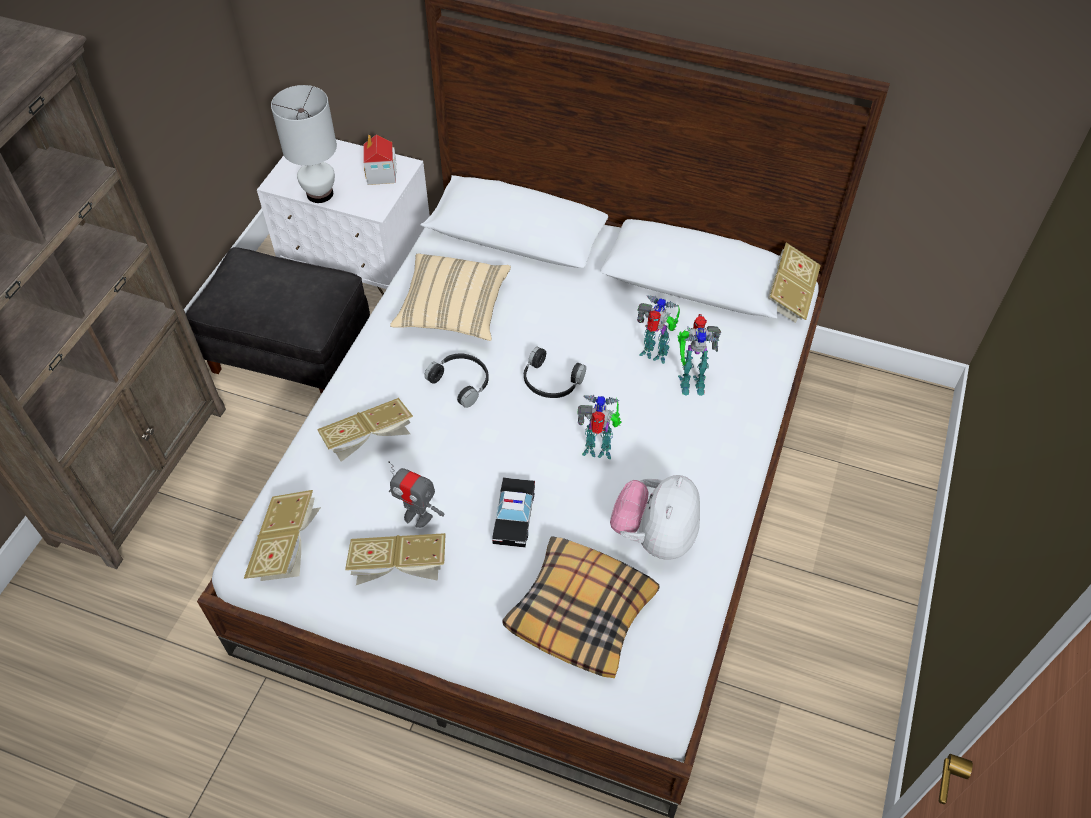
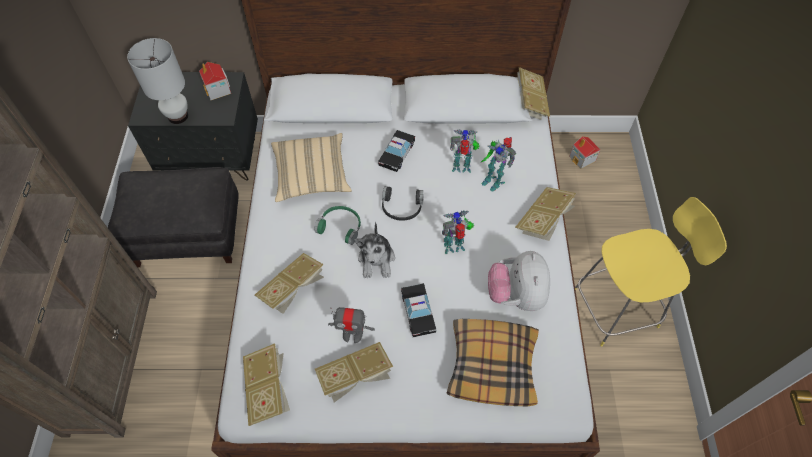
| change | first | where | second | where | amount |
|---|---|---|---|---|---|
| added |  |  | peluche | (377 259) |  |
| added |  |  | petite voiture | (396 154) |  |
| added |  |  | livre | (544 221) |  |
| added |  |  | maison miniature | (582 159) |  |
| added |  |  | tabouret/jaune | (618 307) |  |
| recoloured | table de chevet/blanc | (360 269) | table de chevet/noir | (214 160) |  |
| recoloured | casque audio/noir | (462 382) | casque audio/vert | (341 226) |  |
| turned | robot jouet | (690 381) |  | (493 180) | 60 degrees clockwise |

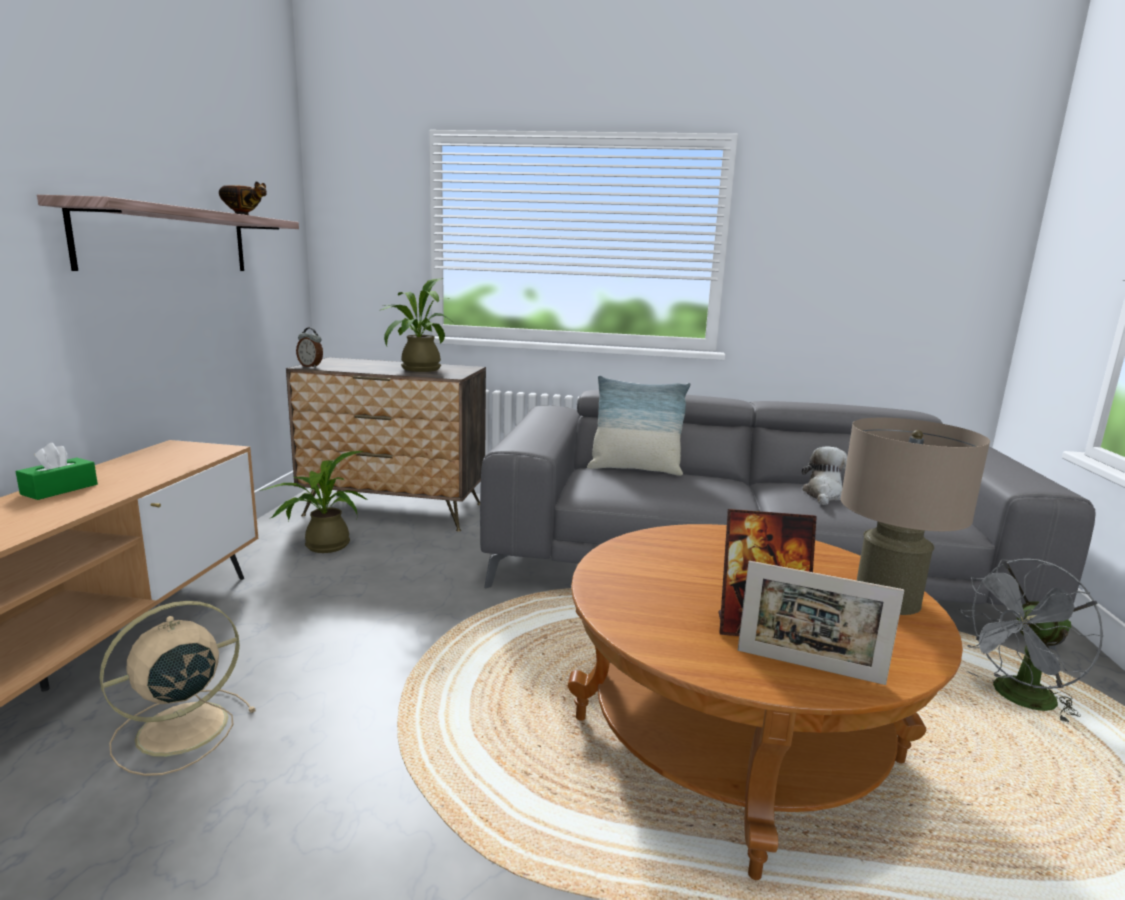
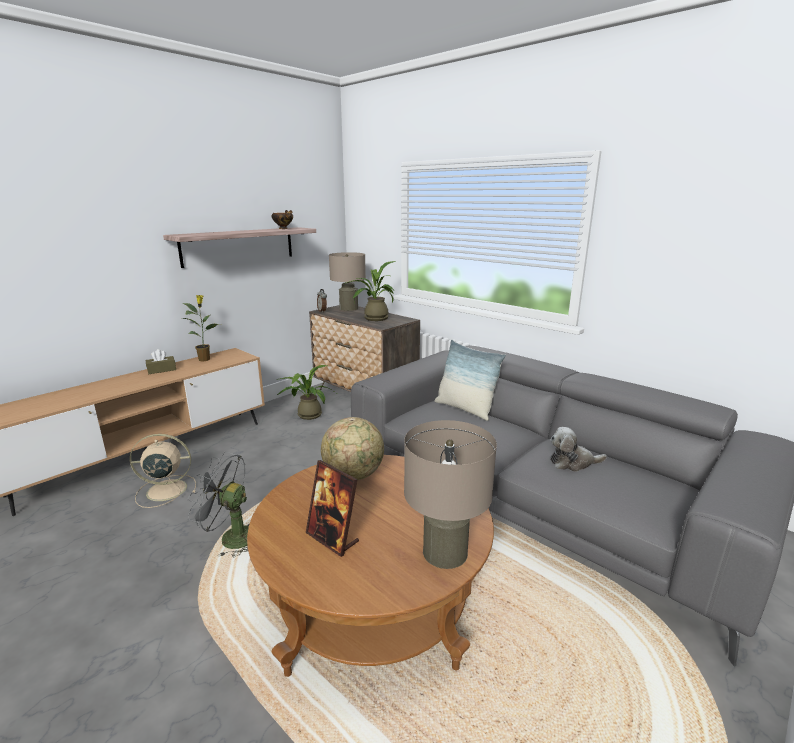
| change | first | where | second | where | amount |
|---|---|---|---|---|---|
| removed | cadre photo | (809 666) |  |  |  |
| added |  |  | plante en pot | (205 359) |  |
| added |  |  | globe | (354 475) |  |
| added |  |  | lampe de table/beige | (349 308) |  |
| moved | ventilateur/gris | (1017 699) |  | (230 537) |  |
| recoloured | boîte à mouchoirs/vert | (59 489) | boîte à mouchoirs/marron | (161 370) |  |
| turned | peluche | (824 495) |  | (572 462) | 150 degrees counterclockwise |

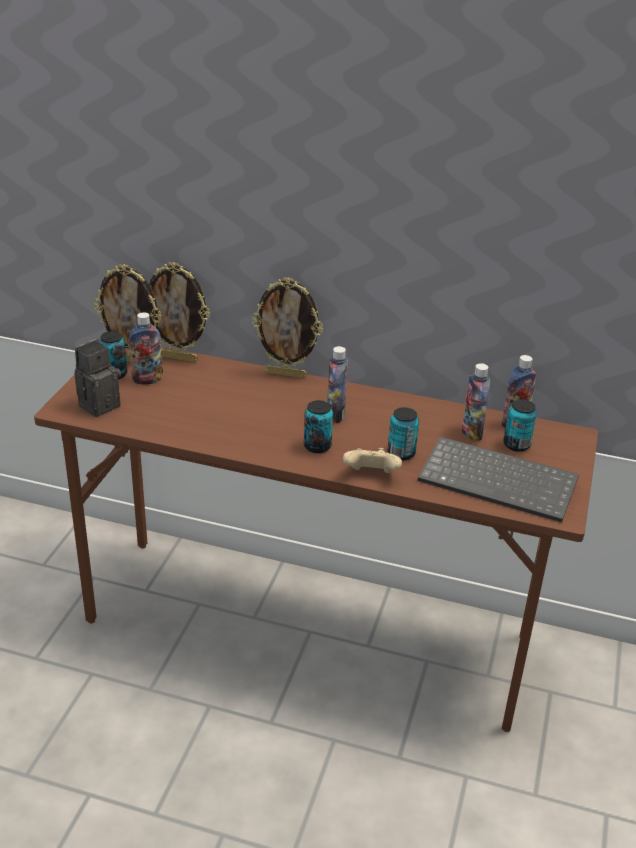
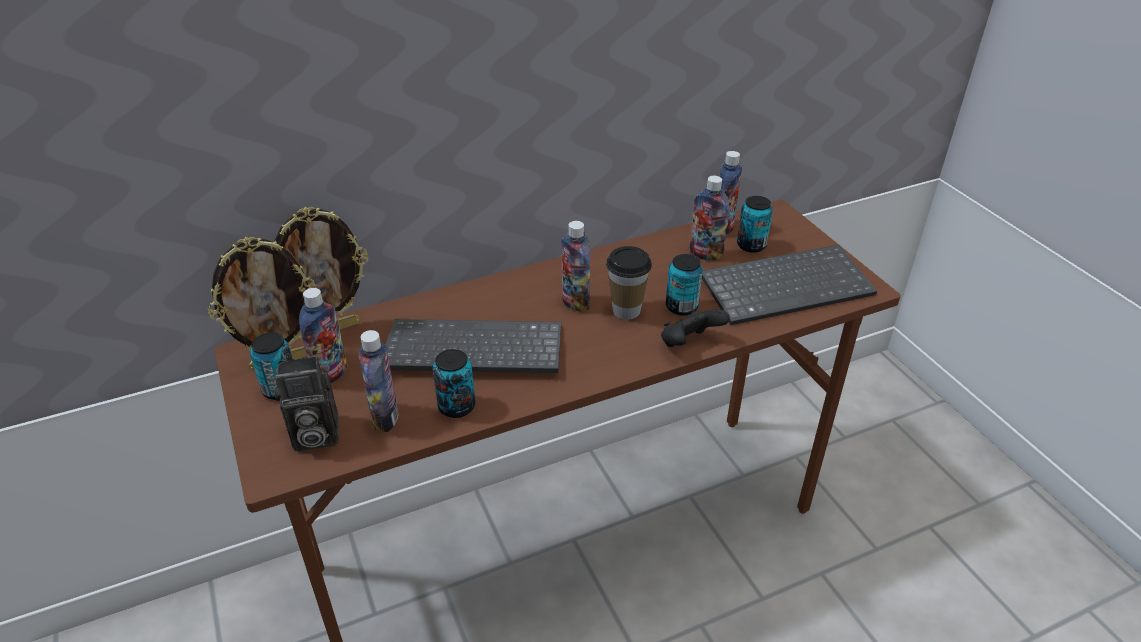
| change | first | where | second | where | amount |
|---|---|---|---|---|---|
| removed | cadre photo | (286 374) |  |  |  |
| added |  |  | bouteille | (385 418) |  |
| added |  |  | clavier | (470 352) |  |
| added |  |  | tasse | (626 310) |  |
| moved | boîte métallique | (317 446) |  | (456 406) |  |
| recoloured | manette/beige | (371 475) | manette/noir | (689 344) |  |
| turned | appareil photo | (99 404) |  | (313 436) | 105 degrees counterclockwise |

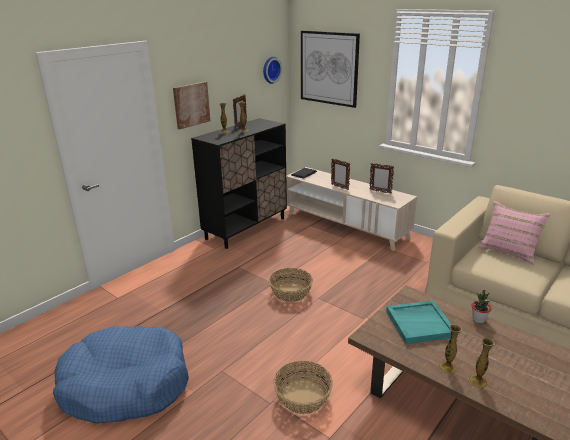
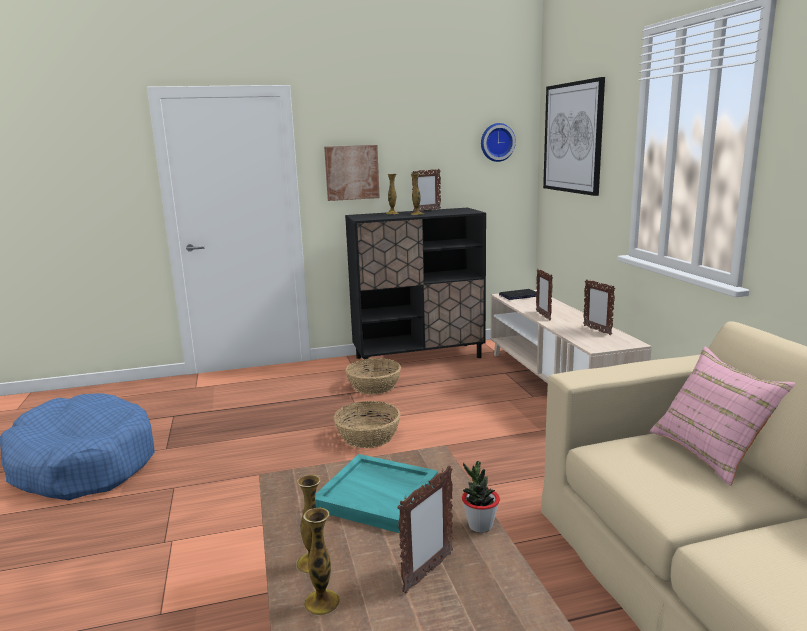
| change | first | where | second | where | amount |
|---|---|---|---|---|---|
| added |  |  | cadre photo | (427 573) |  |
| moved | panier | (302 397) |  | (373 386) |  |

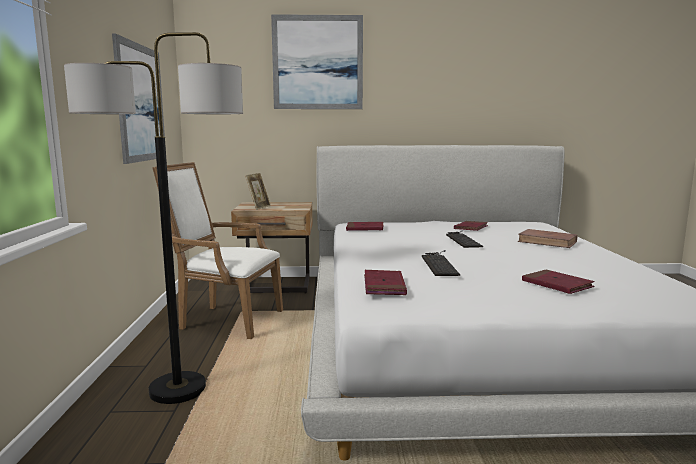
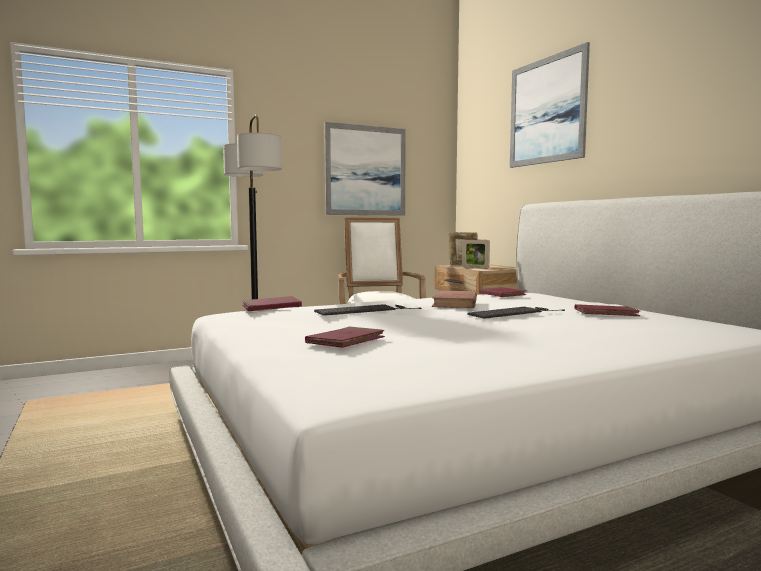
| change | first | where | second | where | amount |
|---|---|---|---|---|---|
| added |  |  | cadre photo | (475 268) |  |
| moved | livre/marron | (547 242) |  | (455 303) |  |

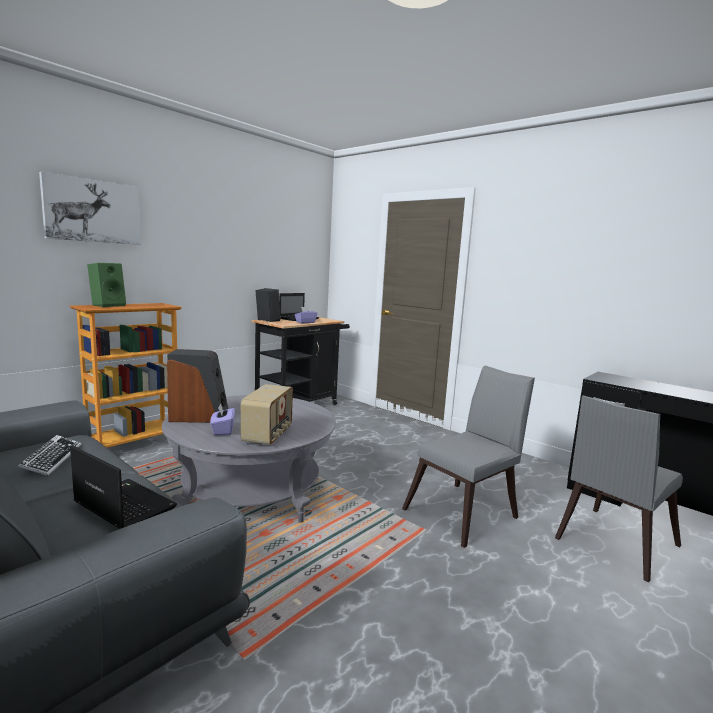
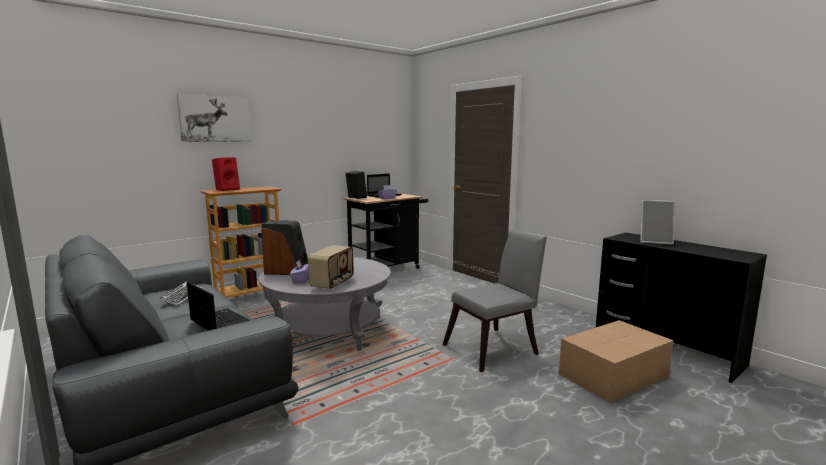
| change | first | where | second | where | amount |
|---|---|---|---|---|---|
| added |  |  | cadre photo | (655 241) |  |
| replaced | chaise/gris | (612 544) | carton | (612 375) |  |
| recoloured | enceinte/vert | (108 305) | enceinte/rouge | (227 189) |  |

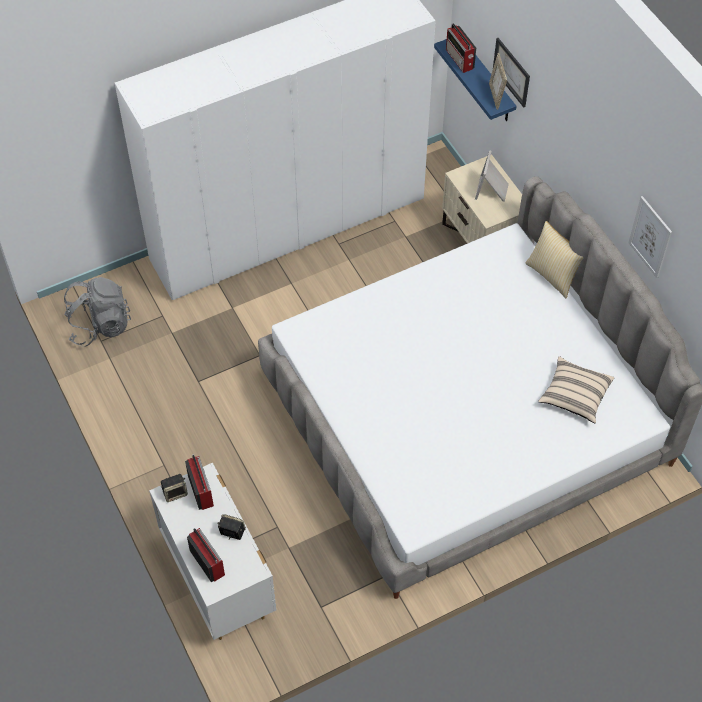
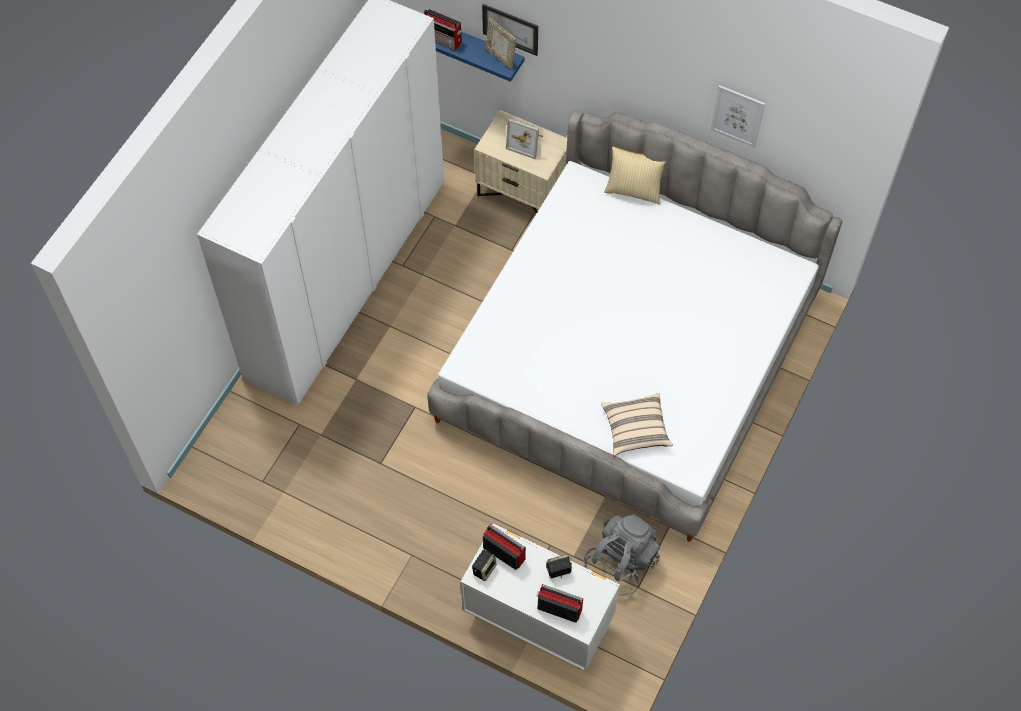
| change | first | where | second | where | amount |
|---|---|---|---|---|---|
| moved | sac à dos/gris | (99 325) |  | (621 562) |  |
| moved | coussin/beige | (575 396) |  | (635 429) |  |
| turned | cadre photo | (492 190) |  | (526 142) | 45 degrees counterclockwise |

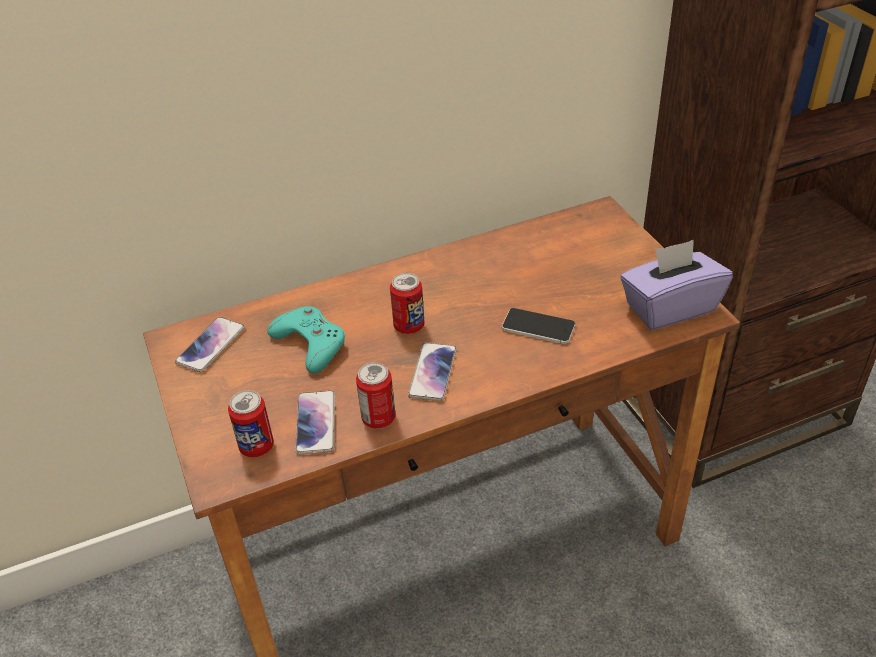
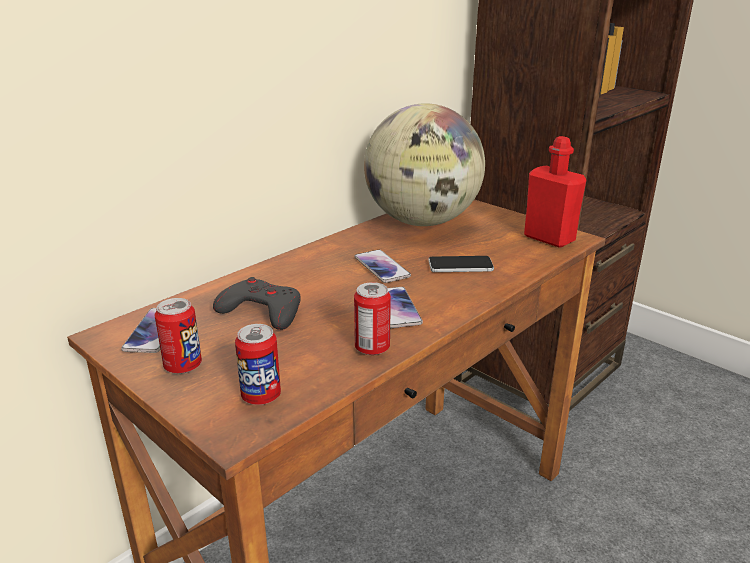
| change | first | where | second | where | amount |
|---|---|---|---|---|---|
| added |  |  | globe | (422 222) |  |
| moved | téléphone | (316 423) |  | (382 267) |  |
| moved | boîte métallique | (409 326) |  | (183 366) |  |
| replaced | boîte à mouchoirs/violet | (669 307) | bouteille/rouge | (549 238) |  |
| recoloured | manette/turquoise | (310 343) | manette/gris | (261 311) |  |

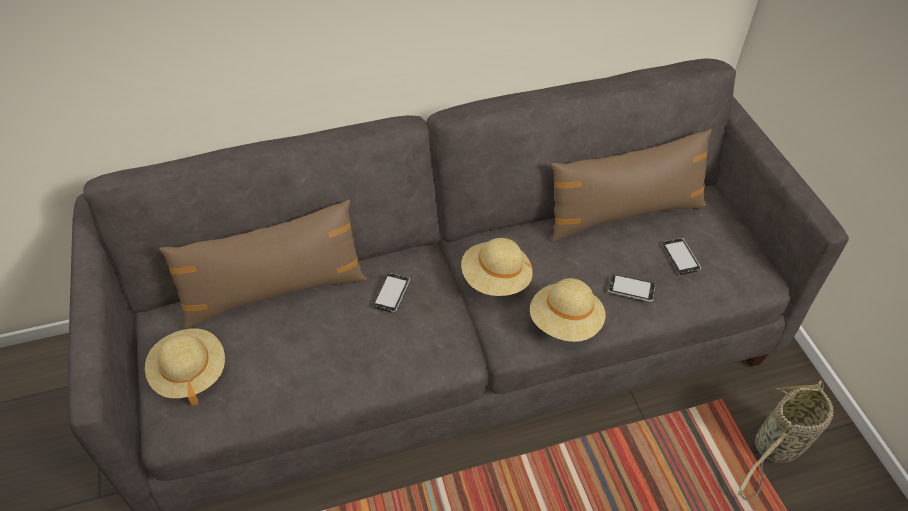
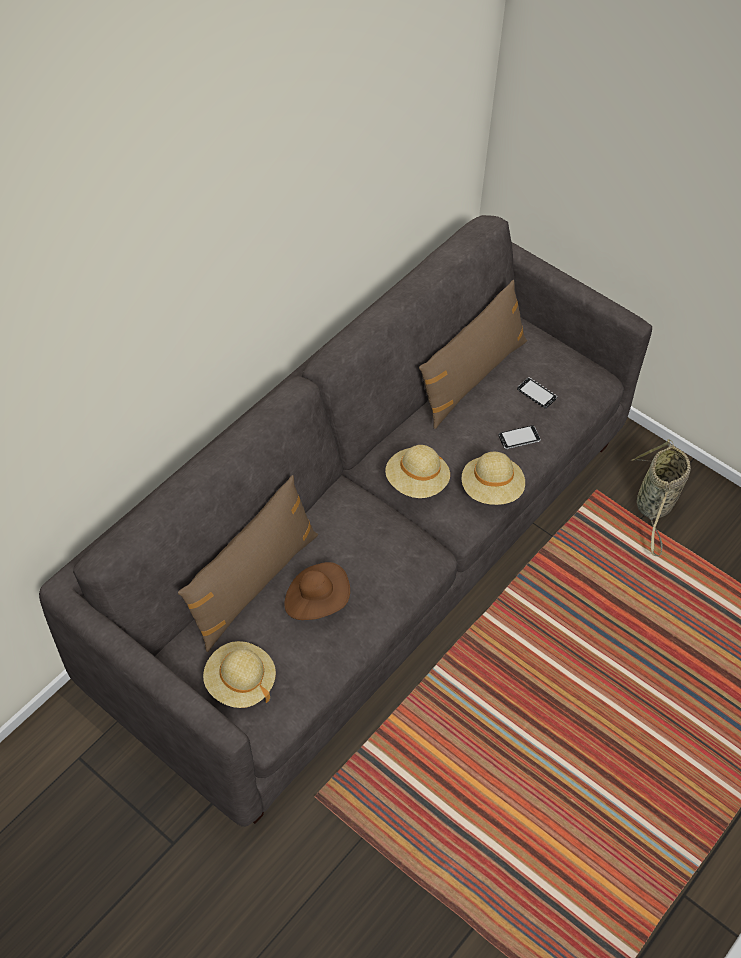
| change | first | where | second | where | amount |
|---|---|---|---|---|---|
| removed | téléphone | (392 293) |  |  |  |
| added |  |  | chapeau/marron | (317 600) |  |

